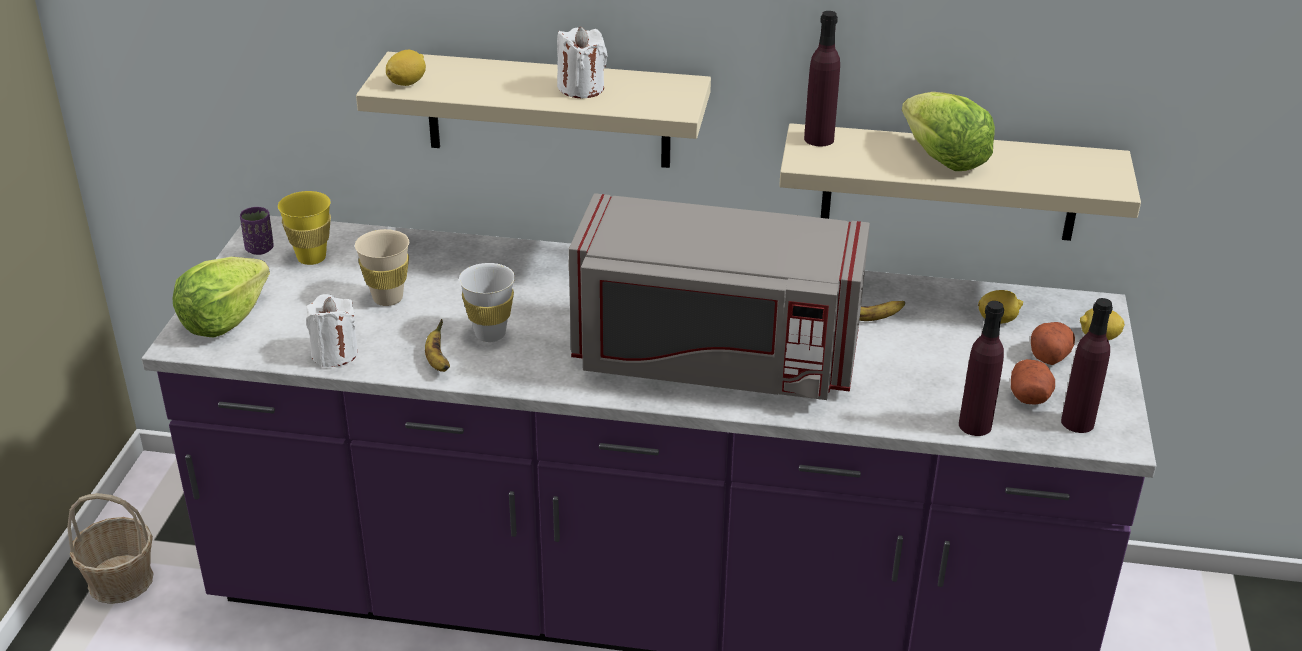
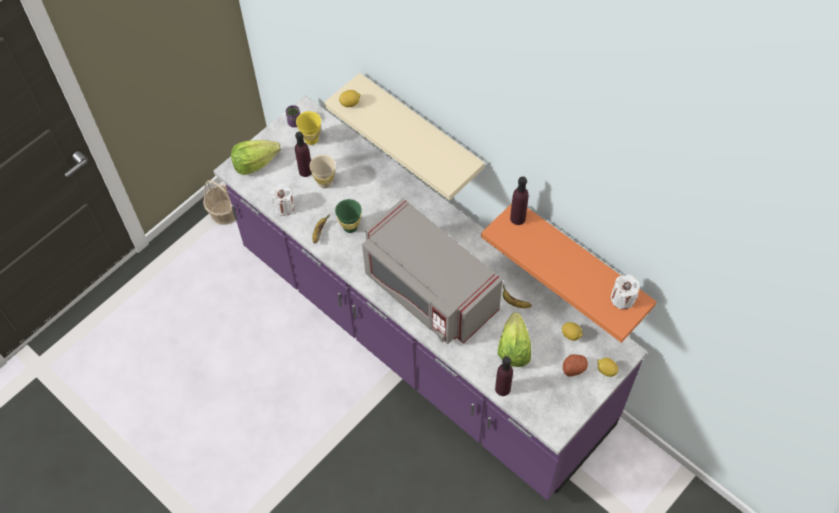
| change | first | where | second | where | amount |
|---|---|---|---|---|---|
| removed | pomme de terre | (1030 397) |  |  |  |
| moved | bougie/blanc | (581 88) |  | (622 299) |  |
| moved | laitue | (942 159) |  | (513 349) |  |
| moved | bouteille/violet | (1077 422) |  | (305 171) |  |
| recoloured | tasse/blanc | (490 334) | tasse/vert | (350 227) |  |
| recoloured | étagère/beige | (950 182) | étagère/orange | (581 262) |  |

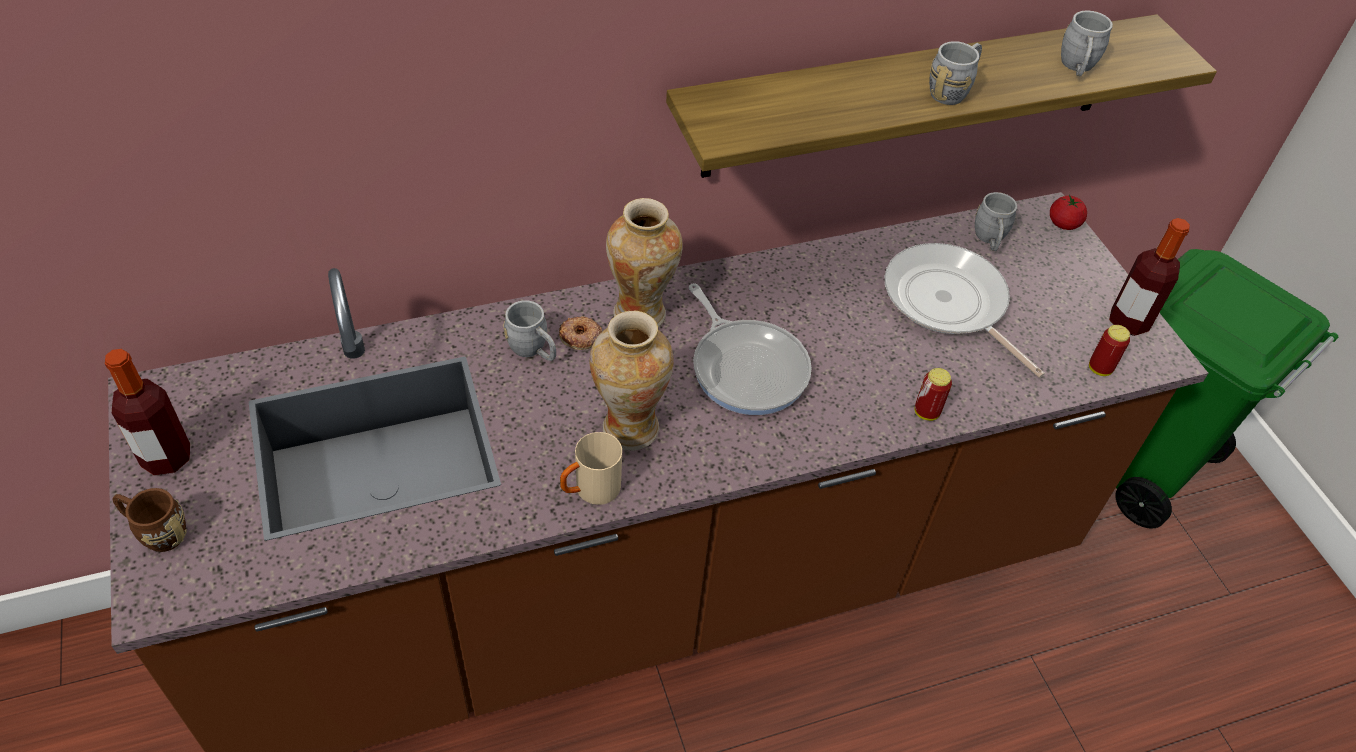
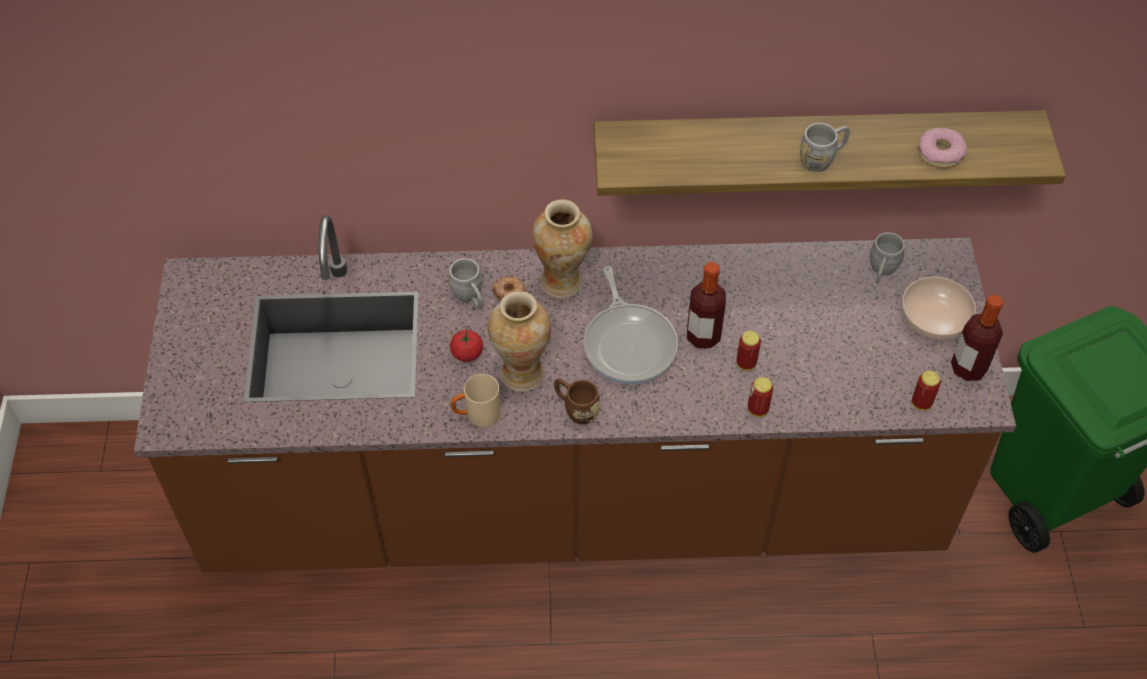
| change | first | where | second | where | amount |
|---|---|---|---|---|---|
| removed | poêle | (948 304) |  |  |  |
| added |  |  | boîte métallique | (746 363) |  |
| added |  |  | bol | (934 319) |  |
| moved | bouteille | (166 458) |  | (703 336) |  |
| moved | mug/marron | (156 532) |  | (575 409) |  |
| moved | tomate | (1063 224) |  | (467 353) |  |
| replaced | mug/gris | (1076 68) | beignet | (940 153) |  |

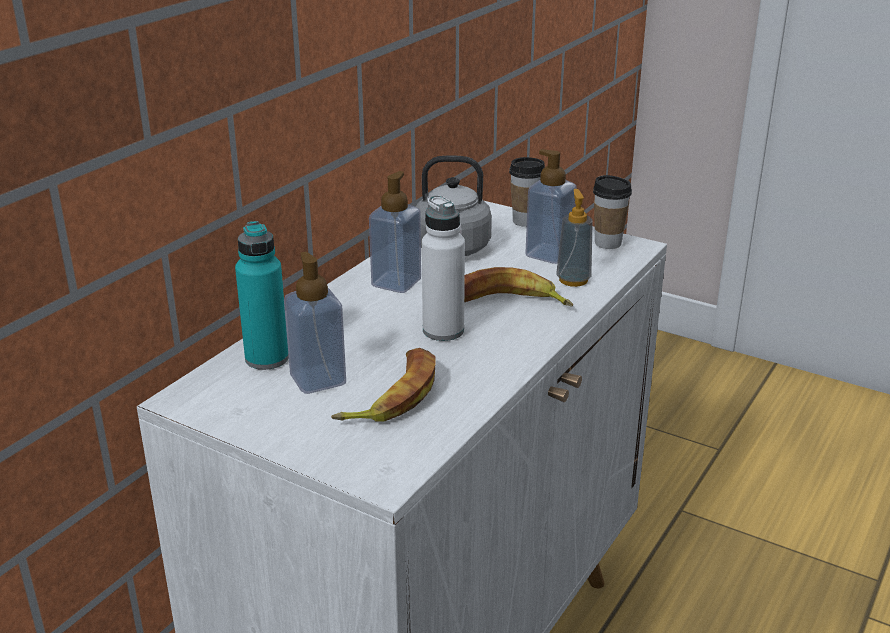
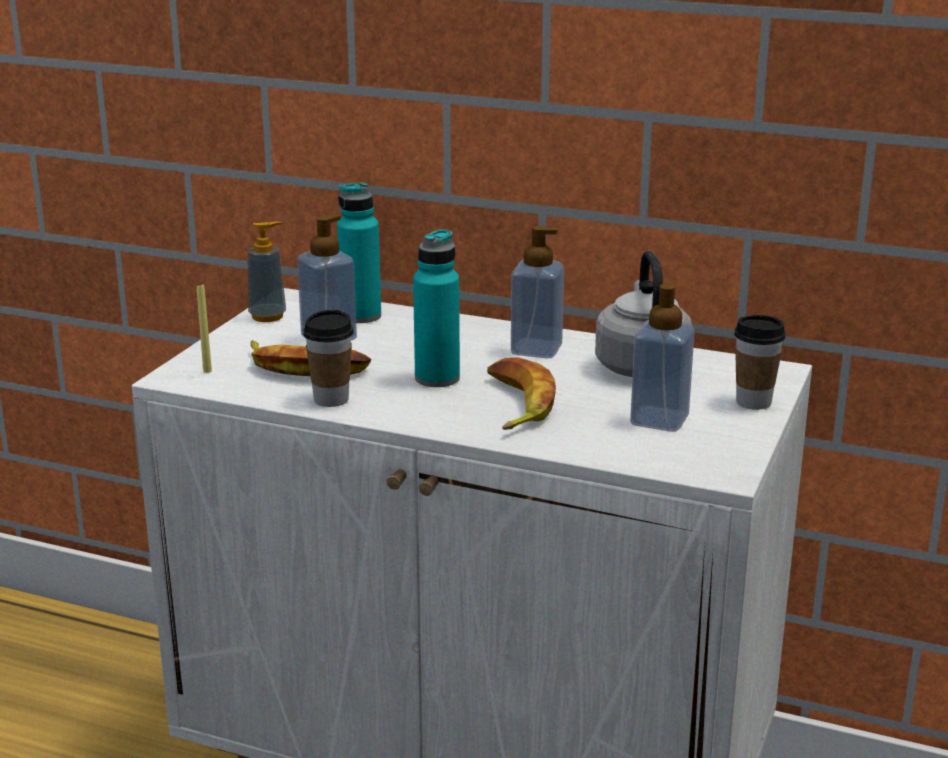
| change | first | where | second | where | amount |
|---|---|---|---|---|---|
| added |  |  | bougie/jaune | (207 371) |  |
| moved | distributeur de savon | (573 280) |  | (267 316) |  |
| moved | tasse | (608 243) |  | (331 399) |  |
| recoloured | bouteille/blanc | (443 331) | bouteille/turquoise | (437 378) |  |

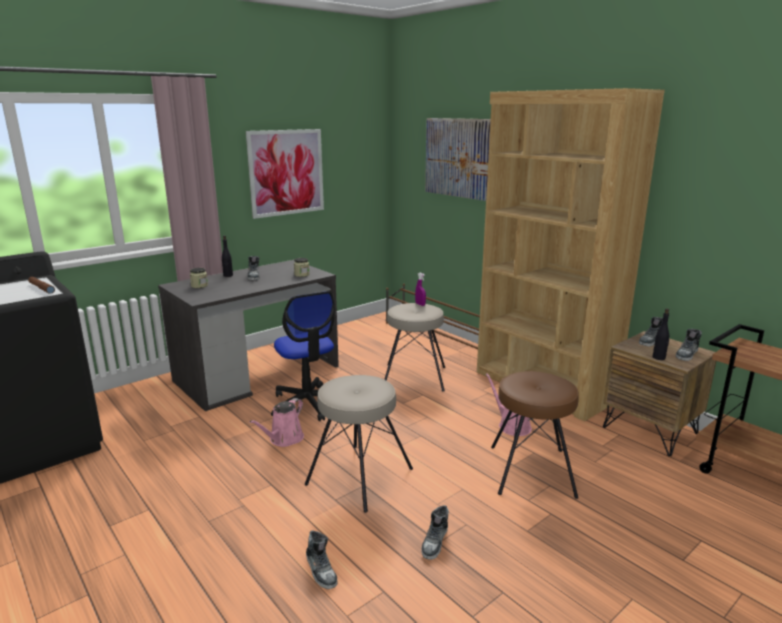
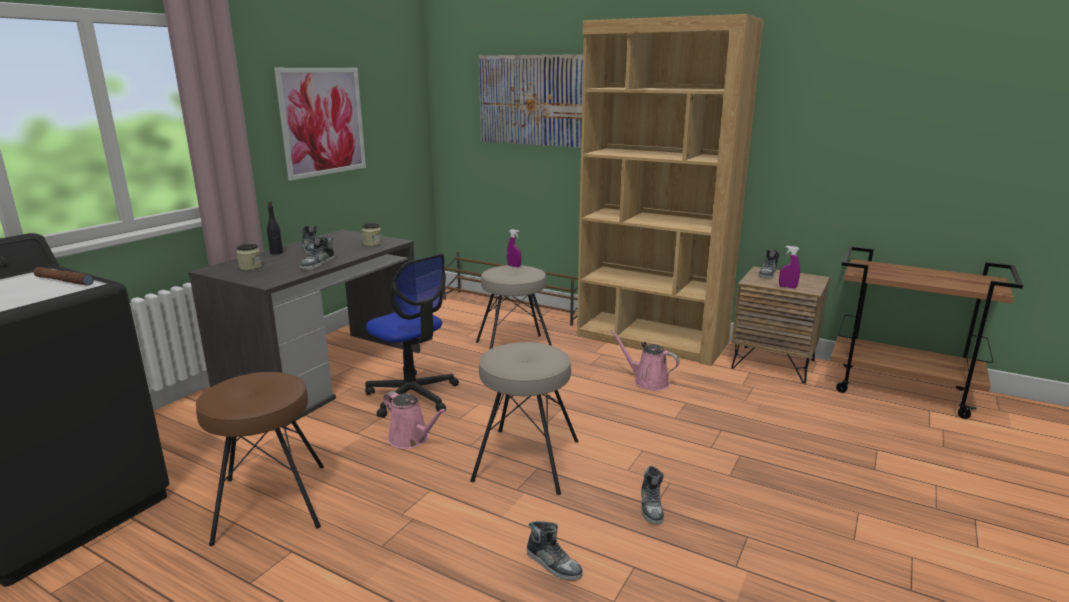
| change | first | where | second | where | amount |
|---|---|---|---|---|---|
| moved | tabouret/marron | (530 471) |  | (270 502) |  |
| moved | chaussure | (687 354) |  | (318 264) |  |
| replaced | bouteille/noir | (659 358) | vaporisateur/violet | (787 287) |  |
| turned | arrosoir/rose | (284 439) |  | (411 439) | 60 degrees counterclockwise |

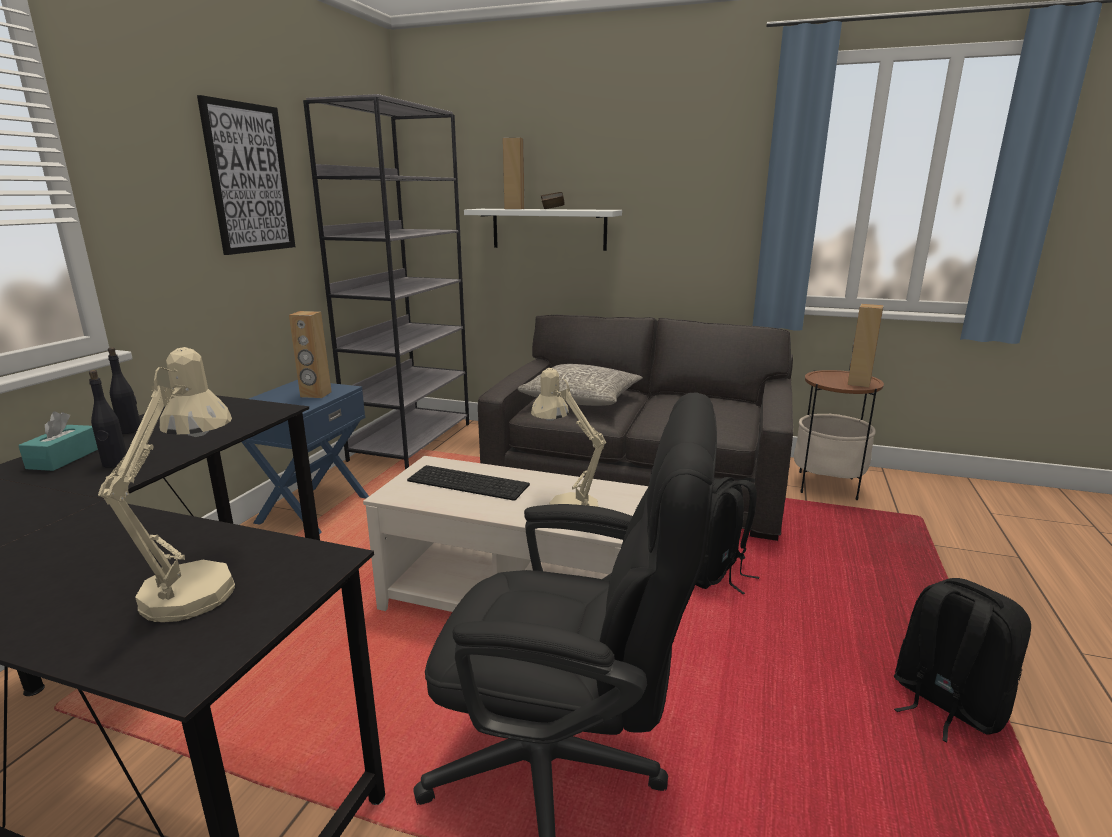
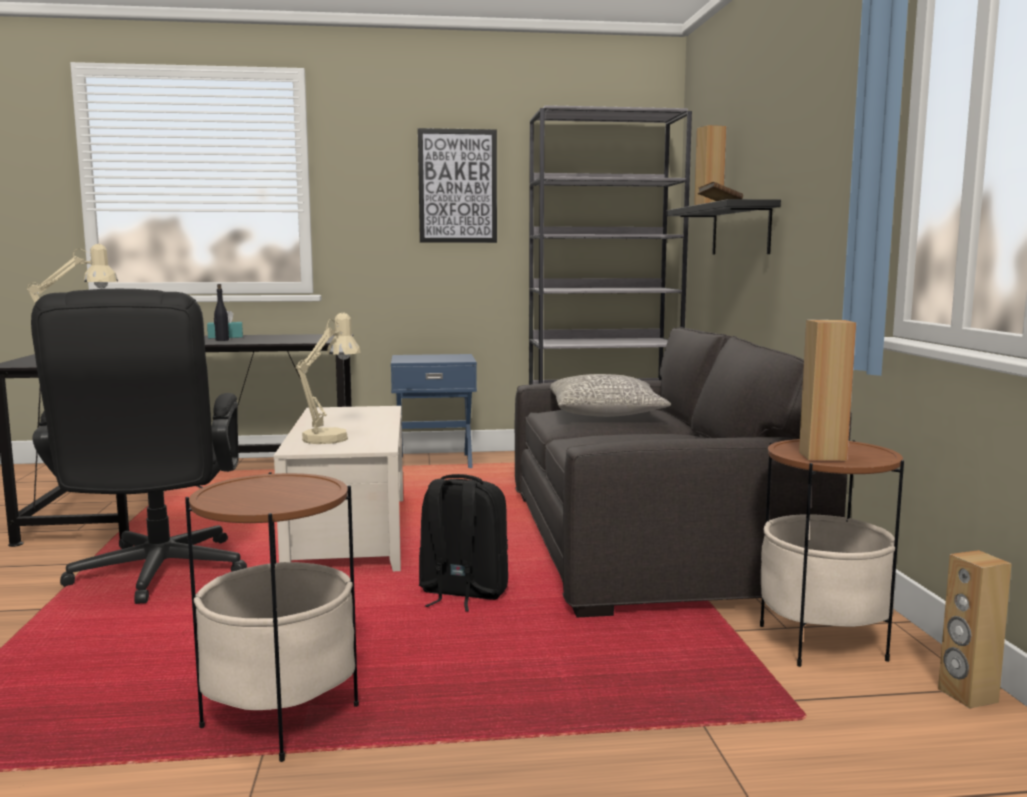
| change | first | where | second | where | amount |
|---|---|---|---|---|---|
| removed | bouteille/noir | (130 430) |  |  |  |
| removed | clavier | (470 482) |  |  |  |
| moved | enceinte/marron | (315 394) |  | (967 695) |  |
| replaced | sac à dos/noir | (945 703) | table d'appoint | (280 718) |  |
| recoloured | étagère/blanc | (549 229) | étagère/noir | (740 230) |  |

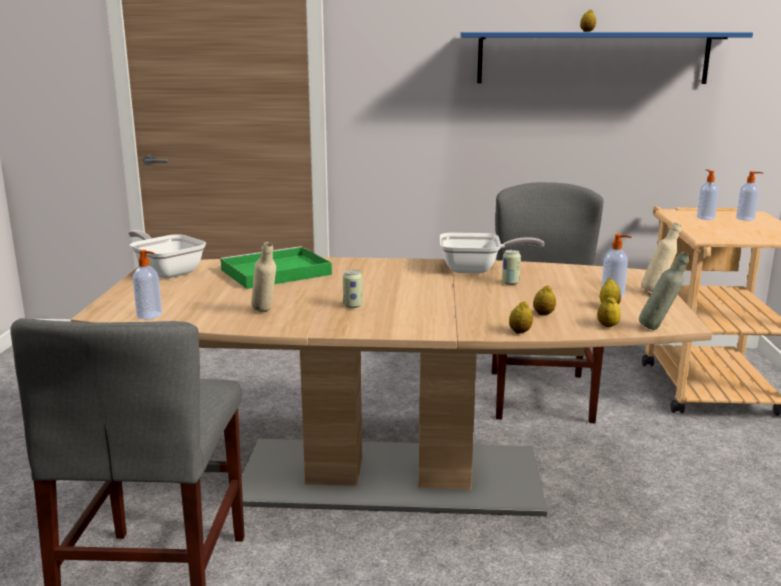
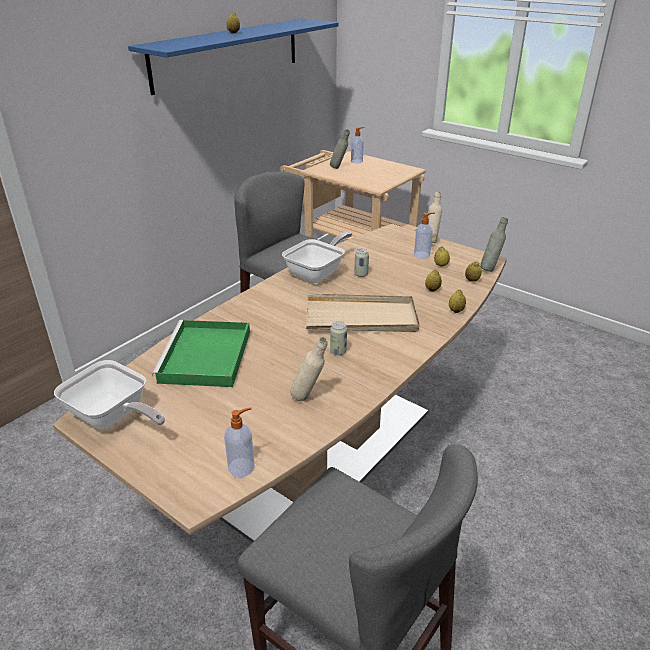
| change | first | where | second | where | amount |
|---|---|---|---|---|---|
| added |  |  | plateau/beige | (361 318) |  |
| replaced | distributeur de savon | (705 217) | bouteille/gris | (339 168) |  |
| turned | poêle | (167 271) |  | (113 417) | 135 degrees counterclockwise |

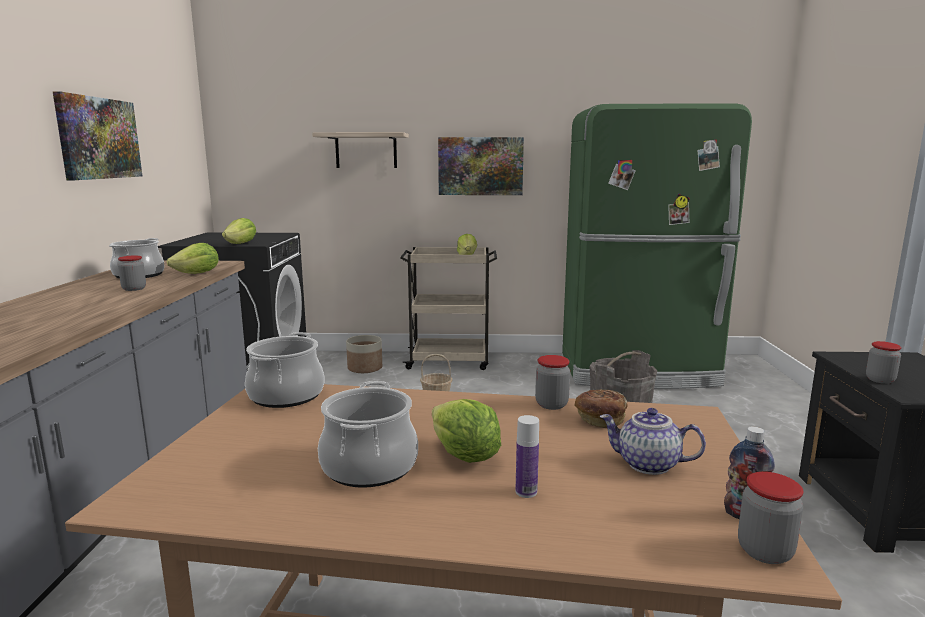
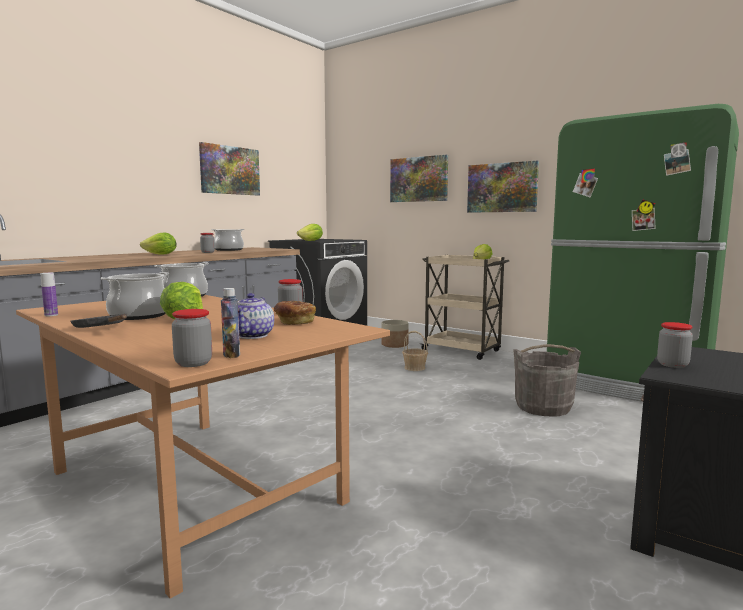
| change | first | where | second | where | amount |
|---|---|---|---|---|---|
| added |  |  | poêle/noir | (102 328) |  |
| moved | laitue | (197 273) |  | (161 254) |  |
| moved | bouteille | (526 492) |  | (51 315) |  |
| replaced | étagère | (366 151) | tableau | (419 179) |  |
| turned | théière | (647 465) |  | (253 336) | 135 degrees counterclockwise |

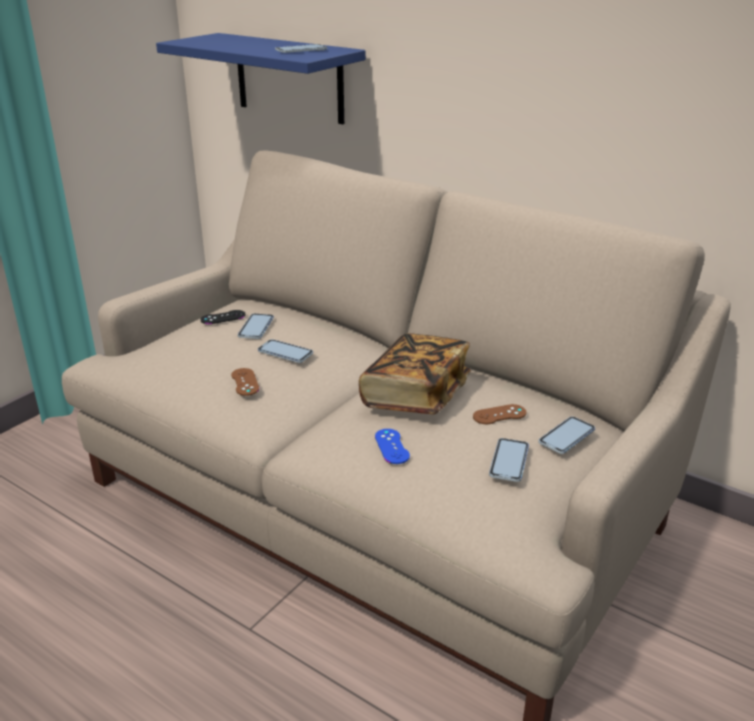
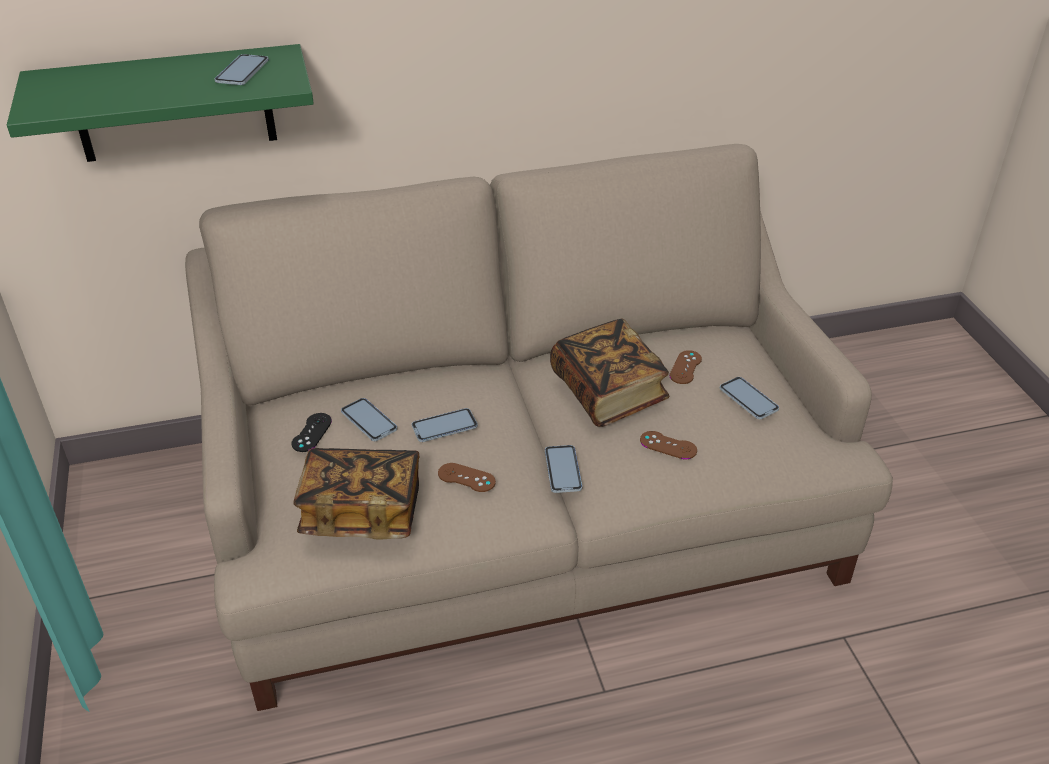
| change | first | where | second | where | amount |
|---|---|---|---|---|---|
| added |  |  | livre | (362 511) |  |
| moved | téléphone | (566 436) |  | (563 470) |  |
| recoloured | étagère/bleu | (289 78) | étagère/vert | (173 104) |  |
| recoloured | manette/bleu | (392 446) | manette/marron | (668 445) |  |

